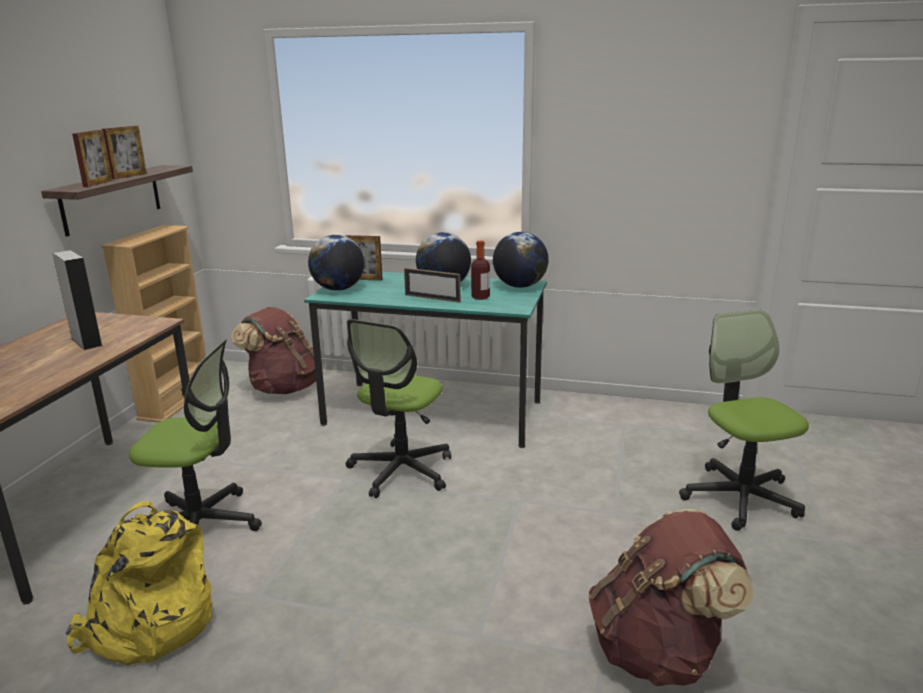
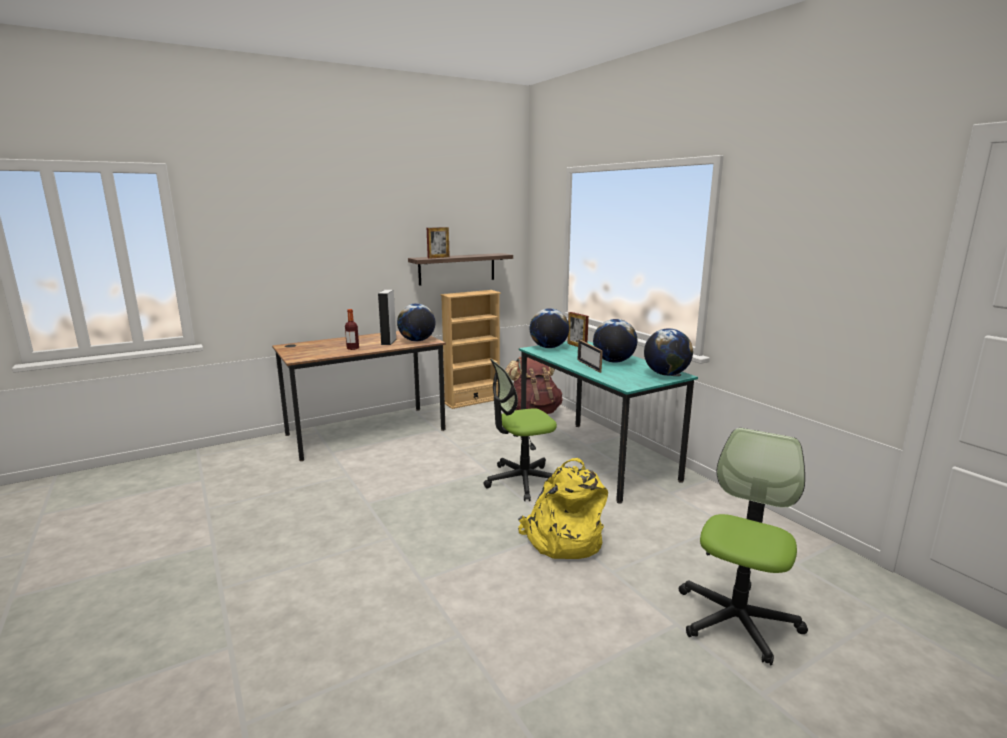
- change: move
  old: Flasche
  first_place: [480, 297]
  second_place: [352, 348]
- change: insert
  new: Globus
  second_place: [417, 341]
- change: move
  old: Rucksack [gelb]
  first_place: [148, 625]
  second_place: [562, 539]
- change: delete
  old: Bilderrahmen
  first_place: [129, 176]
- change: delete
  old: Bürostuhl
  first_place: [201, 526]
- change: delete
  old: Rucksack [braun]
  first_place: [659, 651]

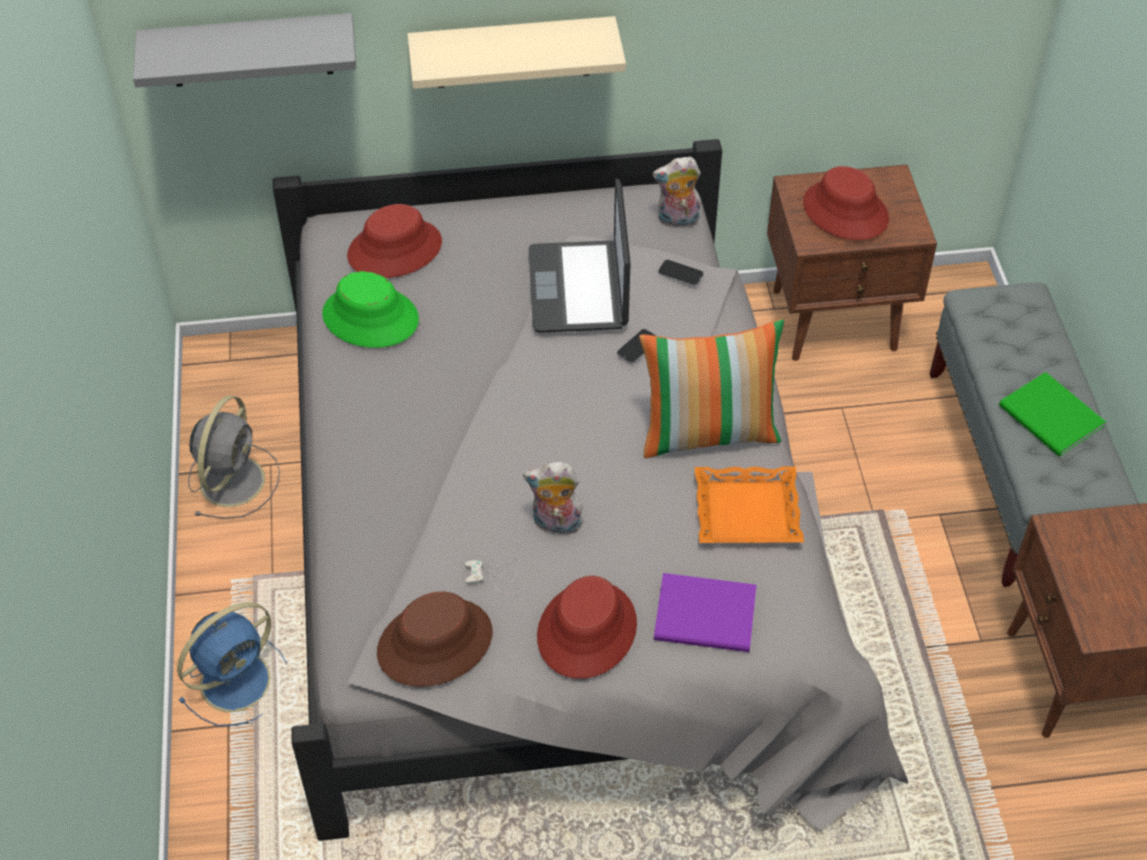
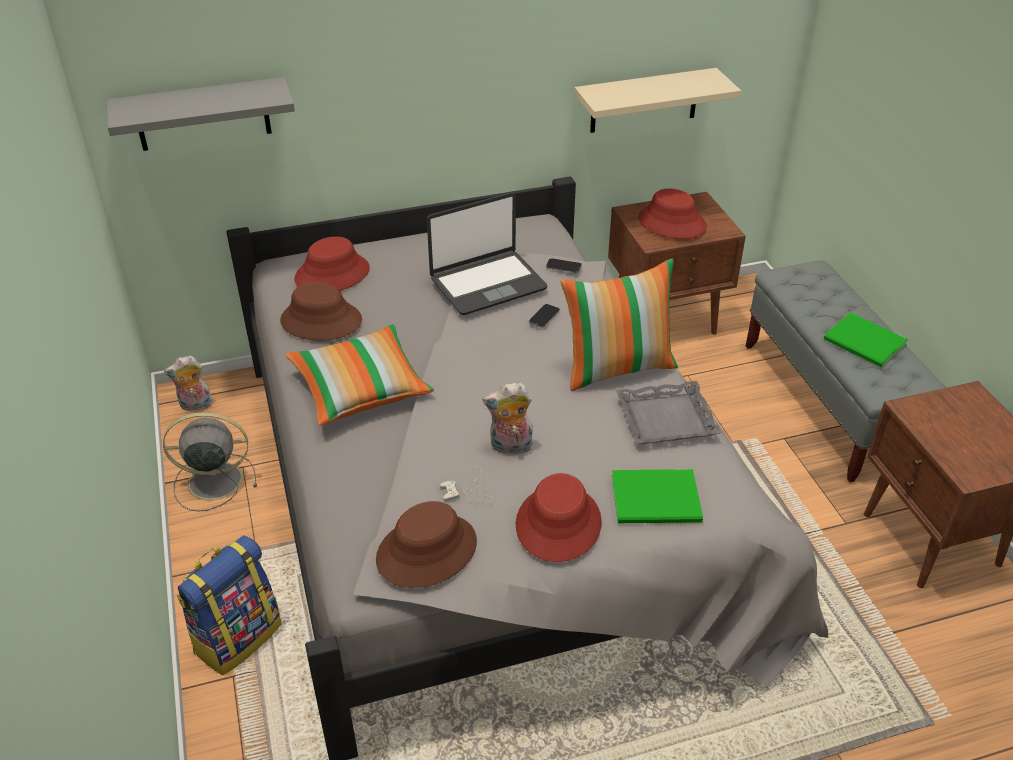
- change: rotate
  old: Ventilator [grau]
  first_place: [233, 479]
  second_place: [212, 481]
  degrees: -105
- change: move
  old: Plüschtier
  first_place: [677, 221]
  second_place: [195, 406]
- change: replace
  old: Ventilator [blau]
  new: Rucksack
  first_place: [238, 679]
  second_place: [237, 637]
- change: recolor
  old: Hut [grün]
  new: Hut [braun]
  first_place: [370, 318]
  second_place: [321, 321]
- change: insert
  new: Kissen
  second_place: [360, 388]
- change: rotate
  old: Laptop
  first_place: [579, 288]
  second_place: [487, 283]
  degrees: -105
- change: move
  old: Wandregal [beige]
  first_place: [512, 52]
  second_place: [644, 101]
- change: recolor
  old: Buch [lila]
  new: Buch [grün]
  first_place: [708, 618]
  second_place: [658, 501]
- change: recolor
  old: Tablett [orange]
  new: Tablett [grau]
  first_place: [747, 511]
  second_place: [666, 419]

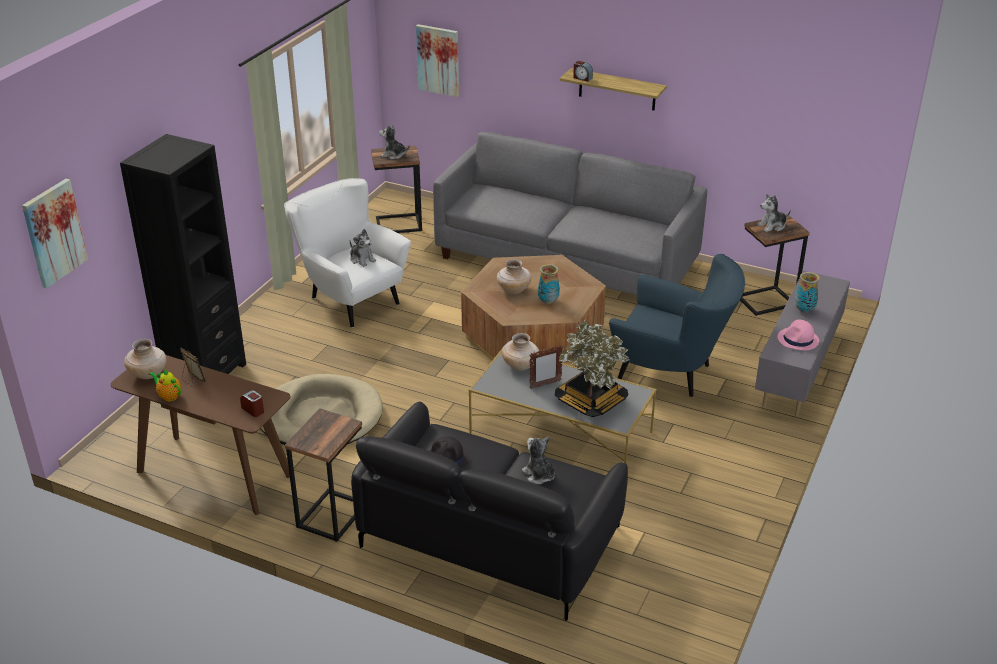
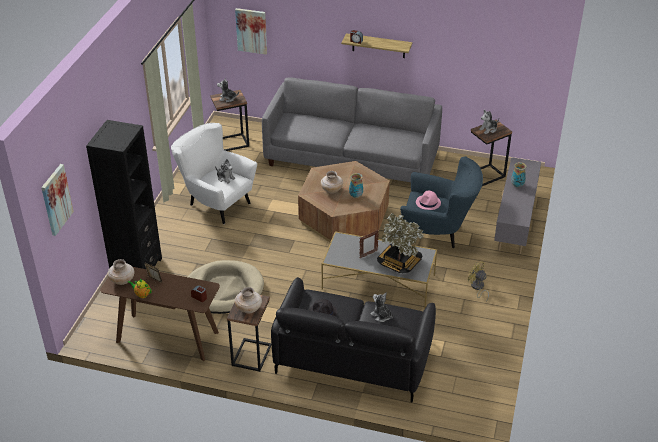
- change: move
  old: Vase [beige]
  first_place: [520, 366]
  second_place: [249, 309]
- change: move
  old: Hut [rosa]
  first_place: [798, 340]
  second_place: [428, 203]
- change: insert
  new: Ventilator [gelb]
  second_place: [477, 288]

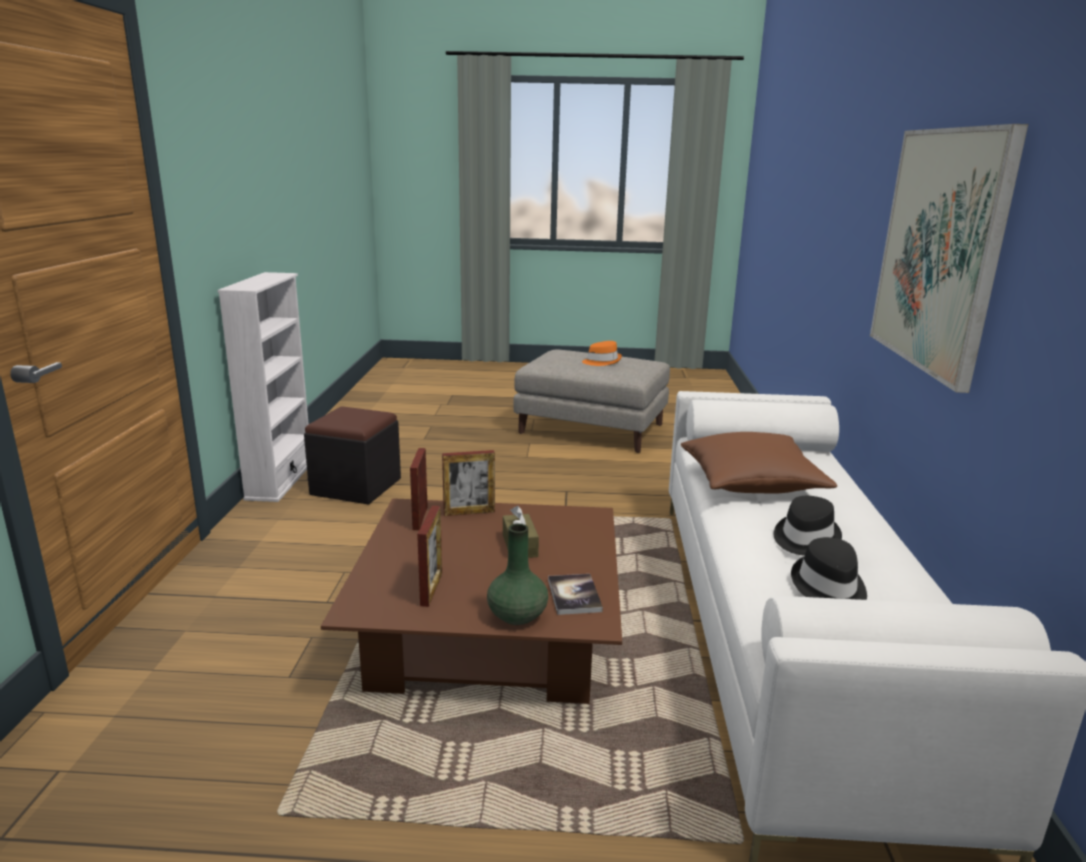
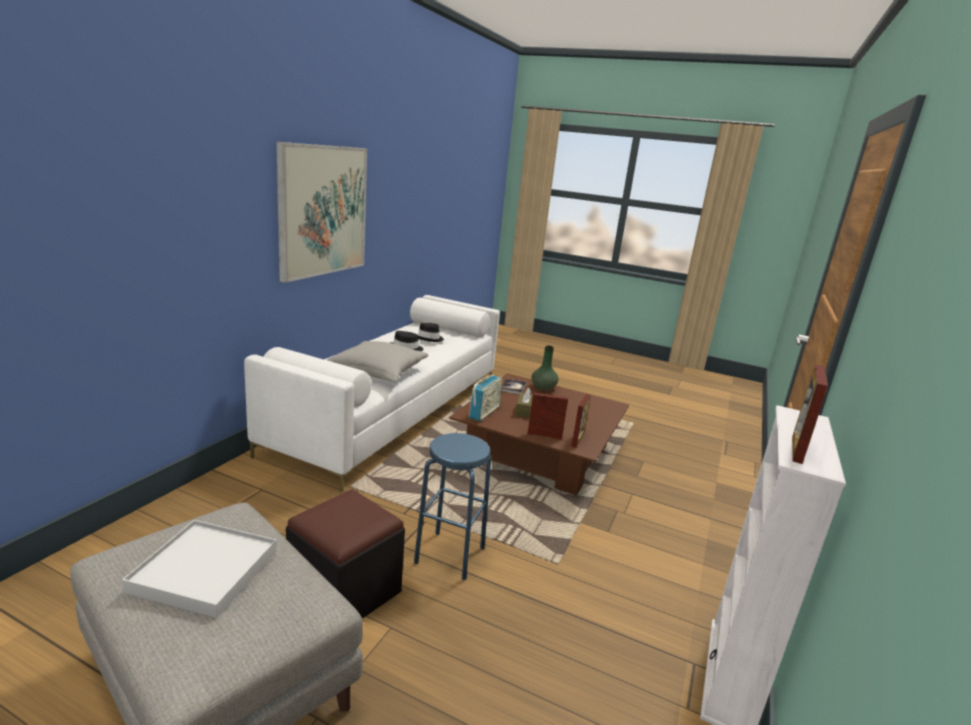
- change: replace
  old: Hut [orange]
  new: Tablett [weiß]
  first_place: [601, 361]
  second_place: [205, 571]
- change: move
  old: Polsterhocker [schwarz]
  first_place: [356, 487]
  second_place: [345, 592]
- change: recolor
  old: Kissen [braun]
  new: Kissen [grau]
  first_place: [751, 483]
  second_place: [378, 372]
- change: insert
  new: Hocker [blau]
  second_place: [450, 555]
- change: insert
  new: Radio
  second_place: [484, 412]
- change: move
  old: Bilderrahmen
  first_place: [431, 589]
  second_place: [797, 449]

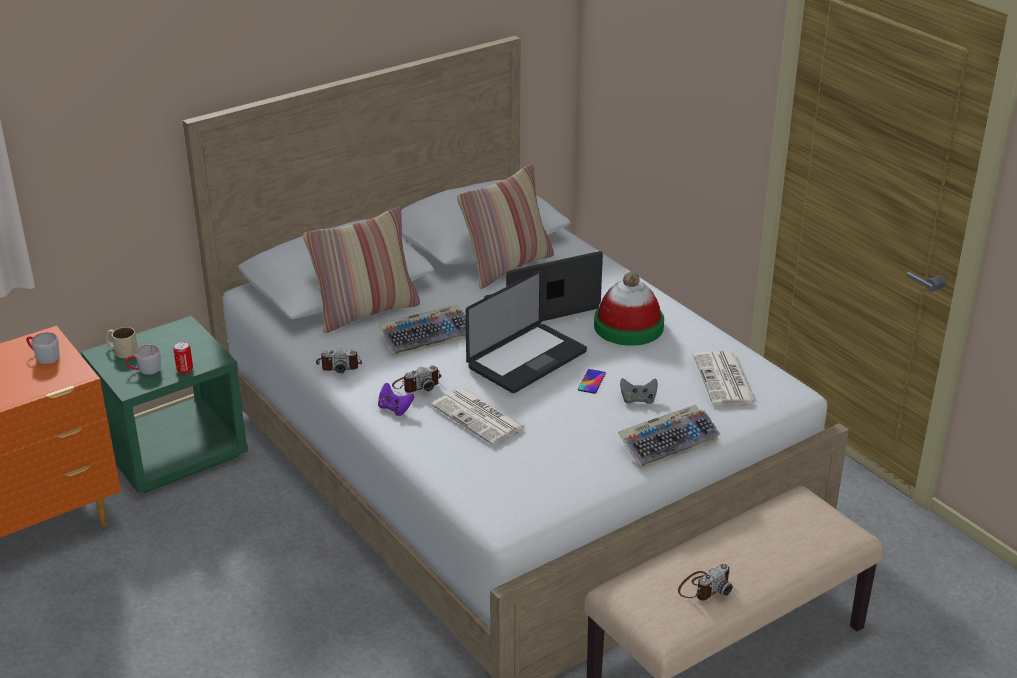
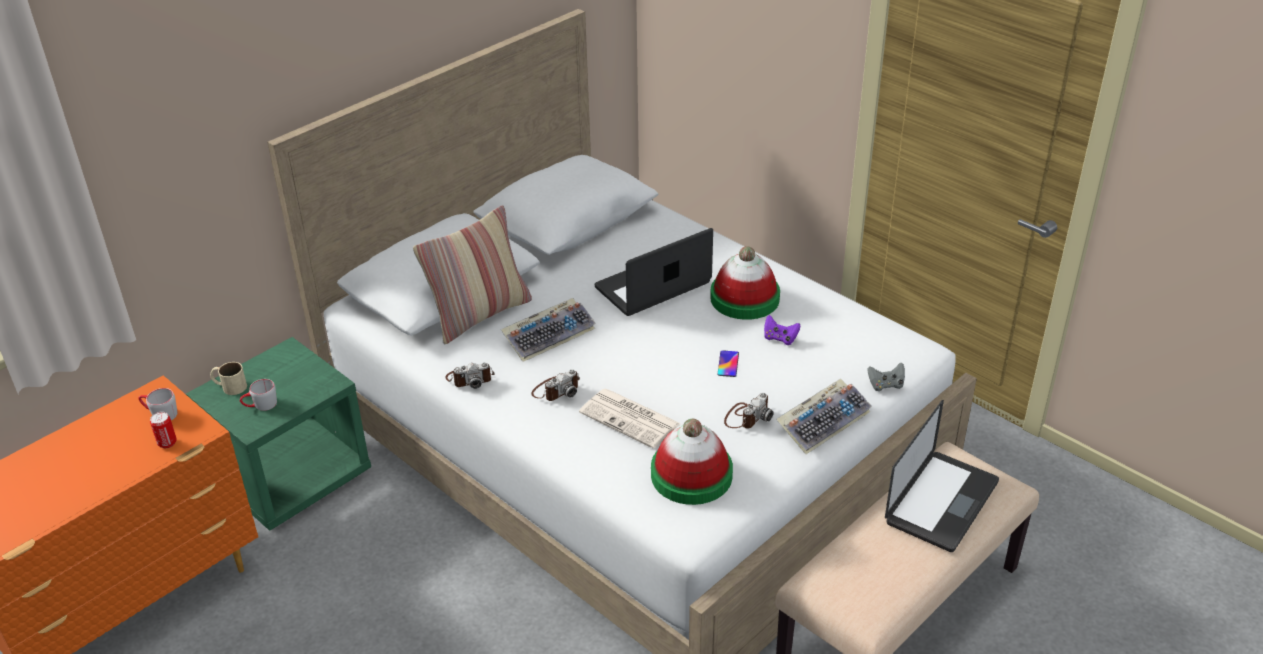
- change: move
  old: Dose
  first_place: [185, 370]
  second_place: [167, 443]
- change: insert
  new: Hut
  second_place: [691, 475]
- change: move
  old: Kamera
  first_place: [704, 587]
  second_place: [747, 416]
- change: move
  old: Gamepad [lila]
  first_place: [394, 409]
  second_place: [780, 338]
- change: move
  old: Gamepad [grau]
  first_place: [638, 399]
  second_place: [886, 385]
- change: move
  old: Laptop
  first_place: [527, 360]
  second_place: [941, 502]
- change: delete
  old: Kissen
  first_place: [507, 267]
- change: delete
  old: Zeitung
  first_place: [726, 381]

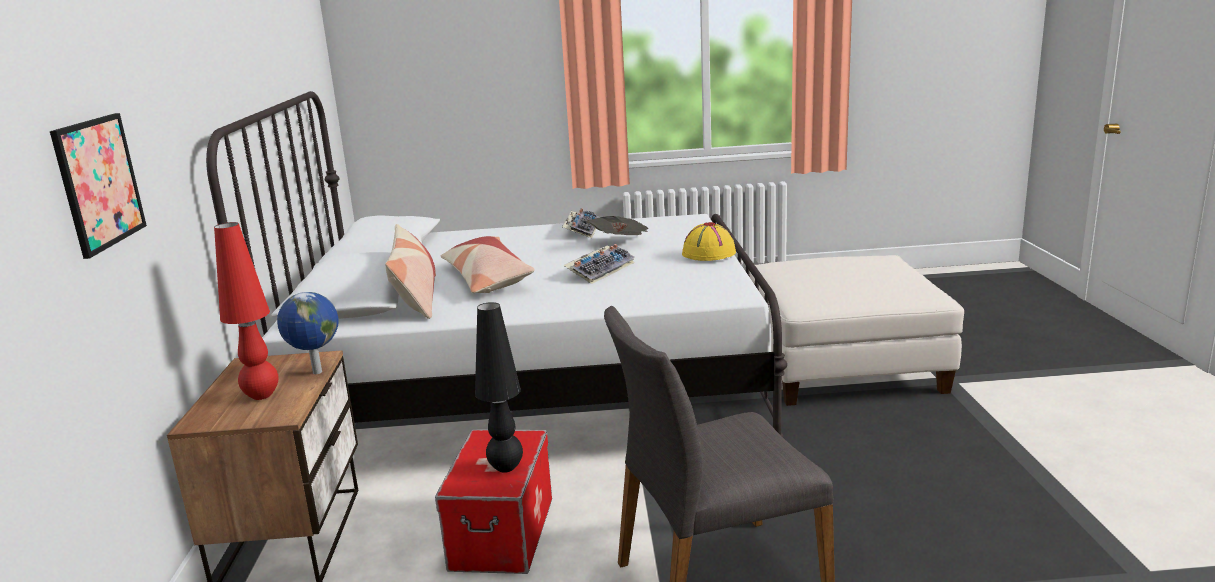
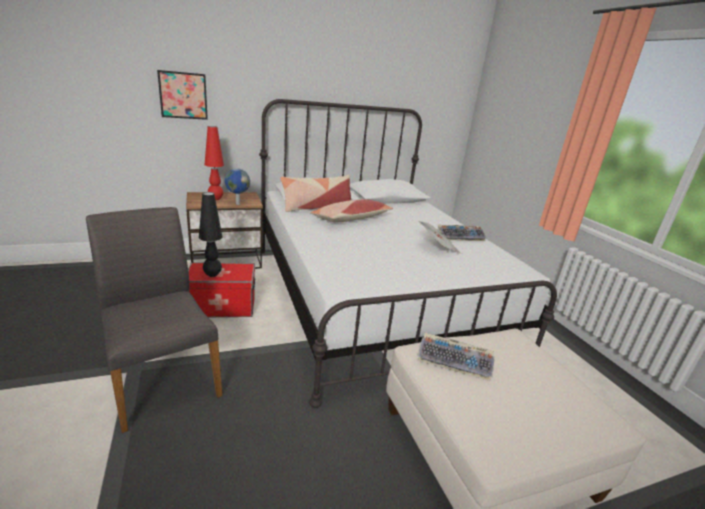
- change: move
  old: Tastatur
  first_place: [600, 270]
  second_place: [455, 361]
- change: delete
  old: Hut [gelb]
  first_place: [708, 254]

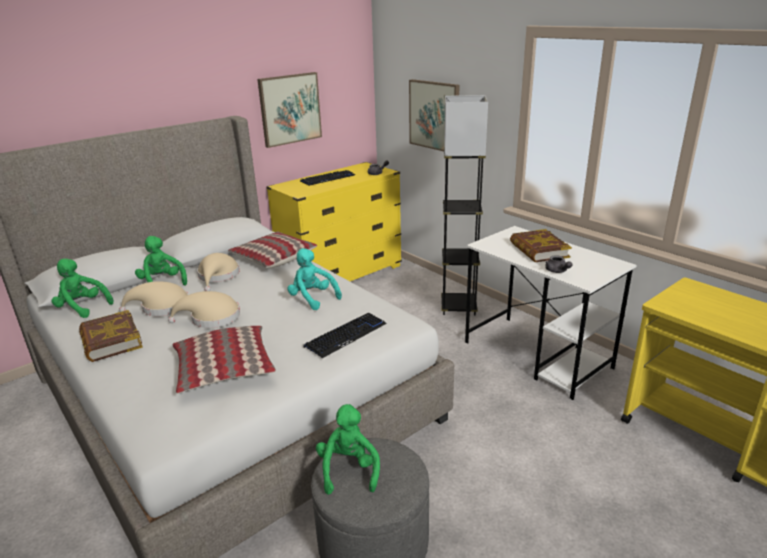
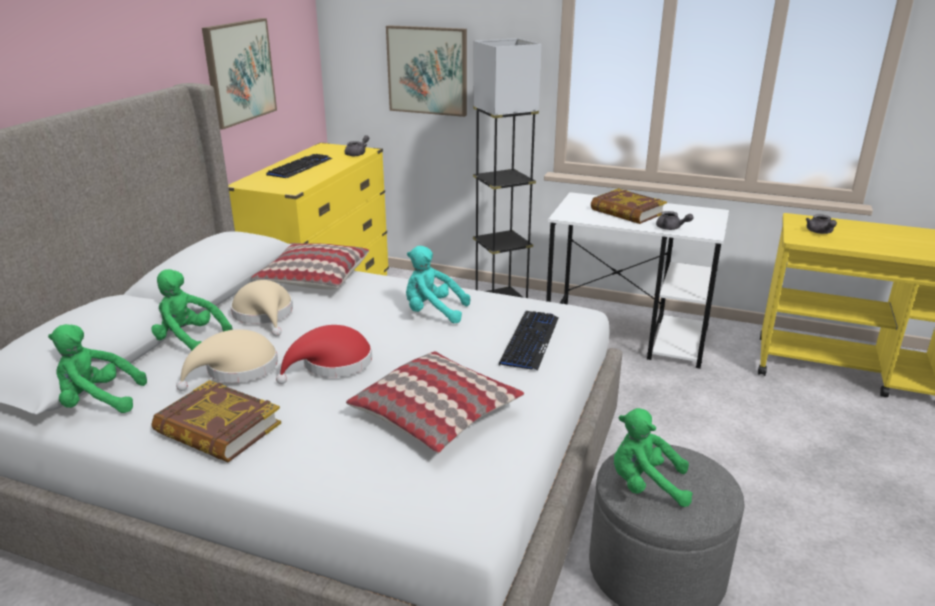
- change: recolor
  old: Hut [beige]
  new: Hut [rot]
  first_place: [211, 318]
  second_place: [332, 364]
- change: rotate
  old: Plüschtier [grün]
  first_place: [348, 470]
  second_place: [645, 485]
  degrees: -45
- change: insert
  new: Teekanne [grau]
  second_place: [820, 232]

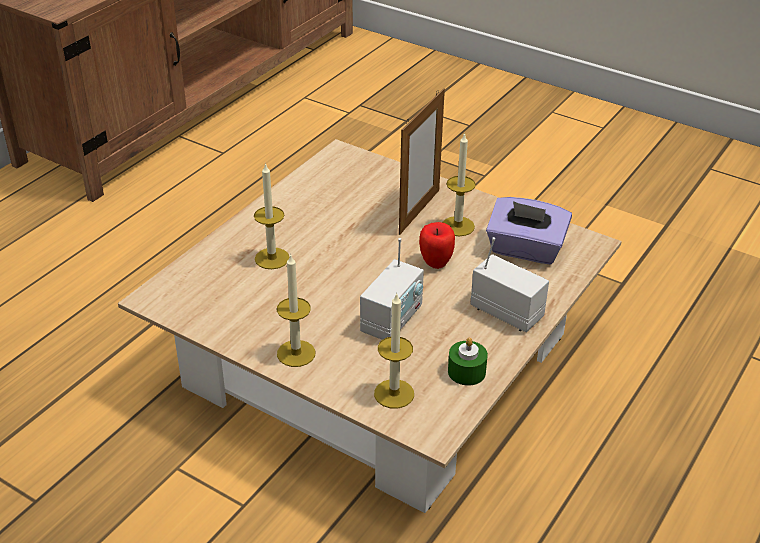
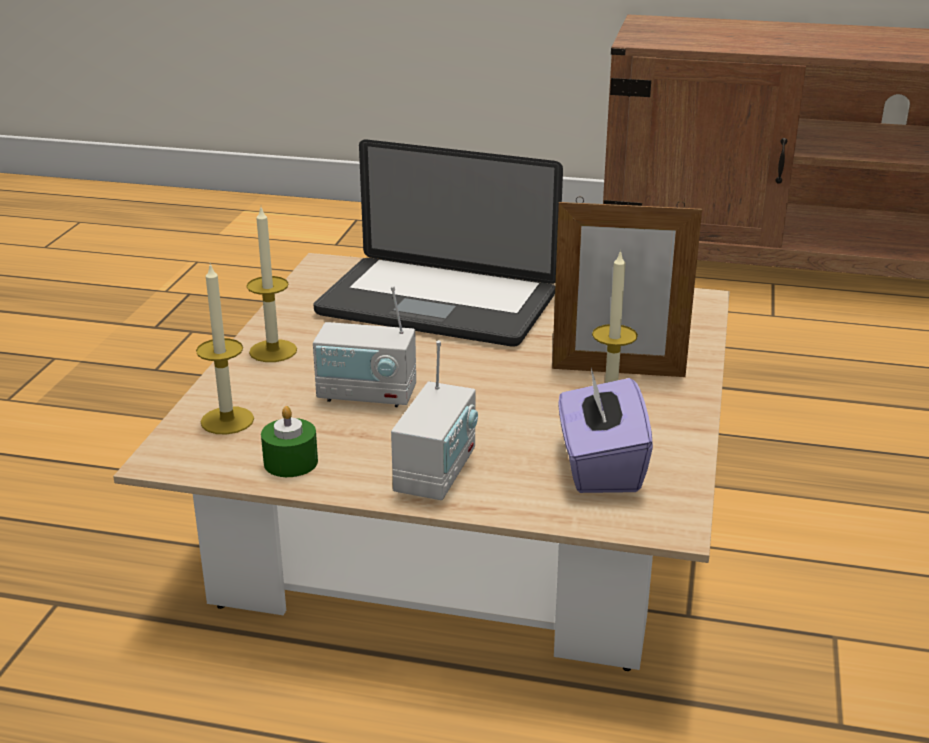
- change: replace
  old: Kerze
  new: Laptop
  first_place: [272, 258]
  second_place: [437, 304]
- change: delete
  old: Apfel
  first_place: [435, 263]

